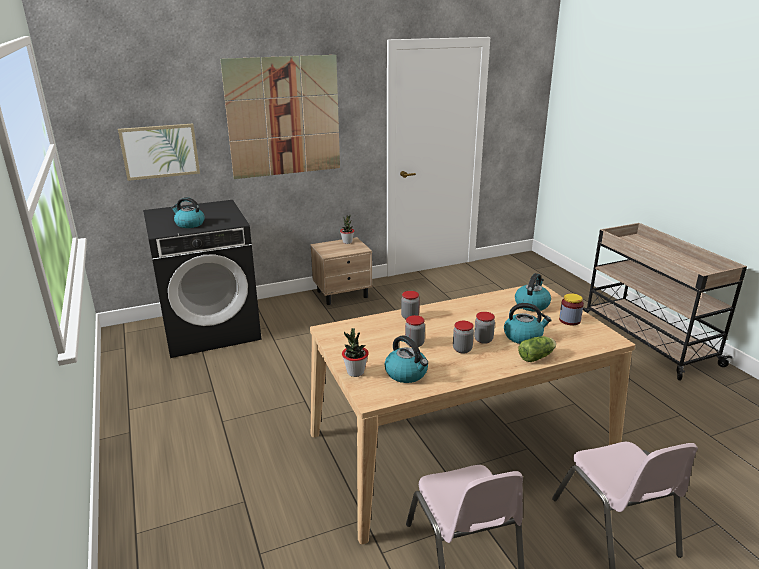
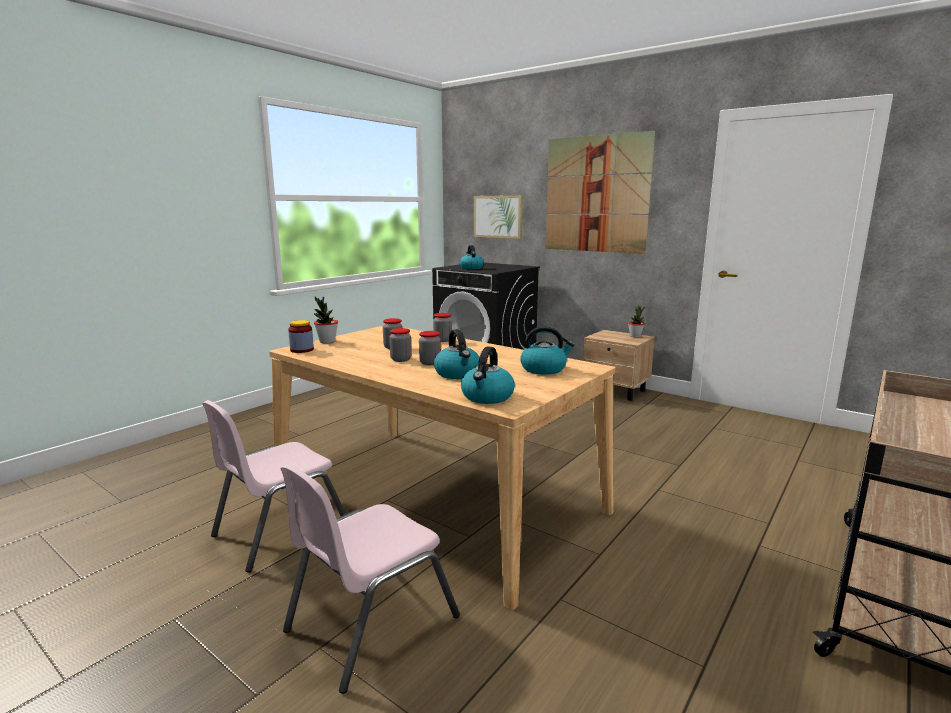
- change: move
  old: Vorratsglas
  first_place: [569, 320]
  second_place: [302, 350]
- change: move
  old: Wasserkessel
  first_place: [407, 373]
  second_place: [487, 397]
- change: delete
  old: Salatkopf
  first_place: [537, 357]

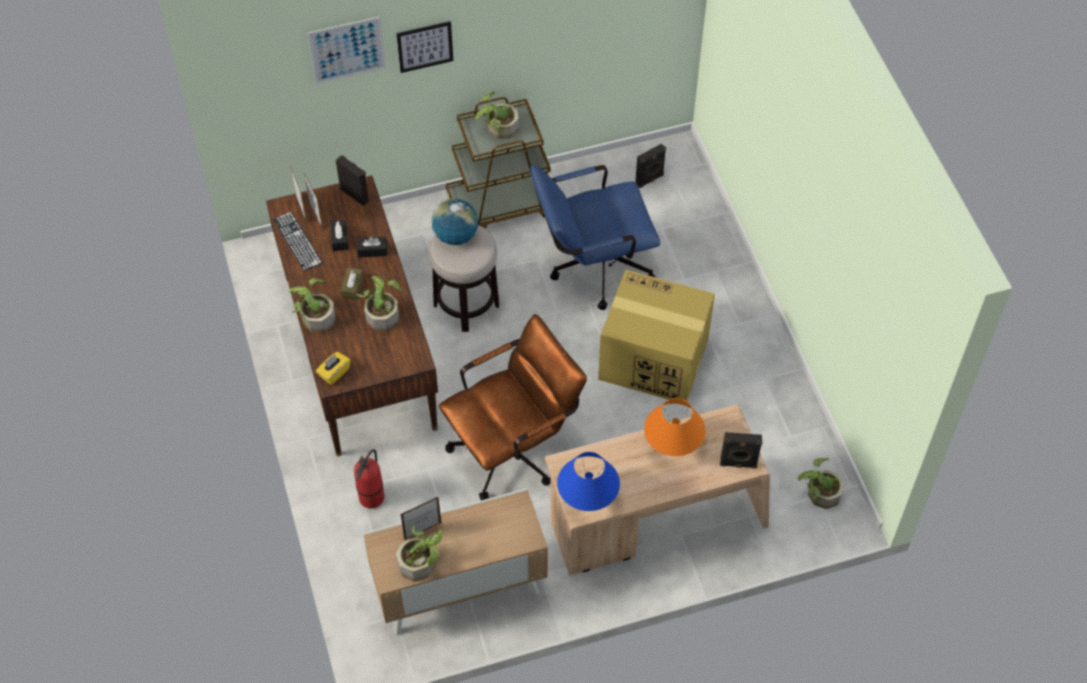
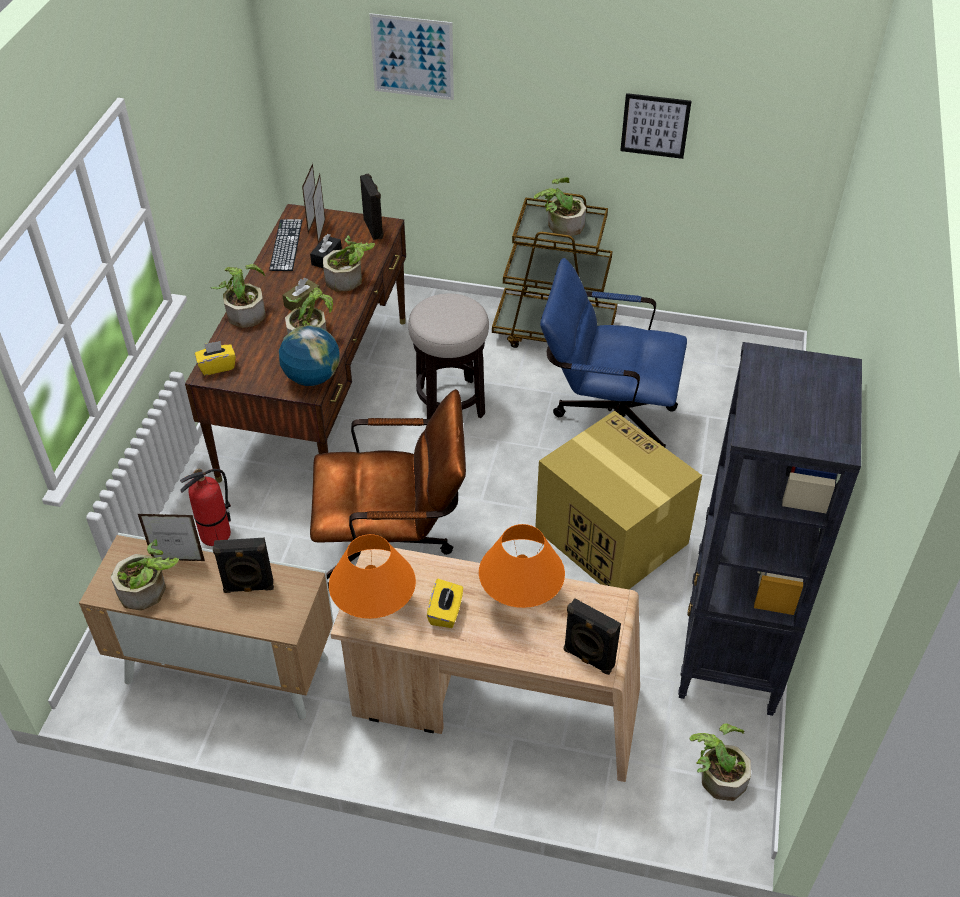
- change: move
  old: Lautsprecher [schwarz]
  first_place: [650, 180]
  second_place: [248, 588]
- change: move
  old: Globus
  first_place: [455, 236]
  second_place: [312, 377]
- change: replace
  old: Taschentuchbox [schwarz]
  new: Topfpflanze
  first_place: [372, 250]
  second_place: [349, 279]
- change: recolor
  old: Tischlampe [blau]
  new: Tischlampe [orange]
  first_place: [587, 499]
  second_place: [375, 610]
- change: insert
  new: Taschentuchbox [gelb]
  second_place: [445, 612]
- change: move
  old: Bild
  first_place: [425, 46]
  second_place: [655, 125]
- change: insert
  new: Bücherregal [schwarz]
  second_place: [729, 658]

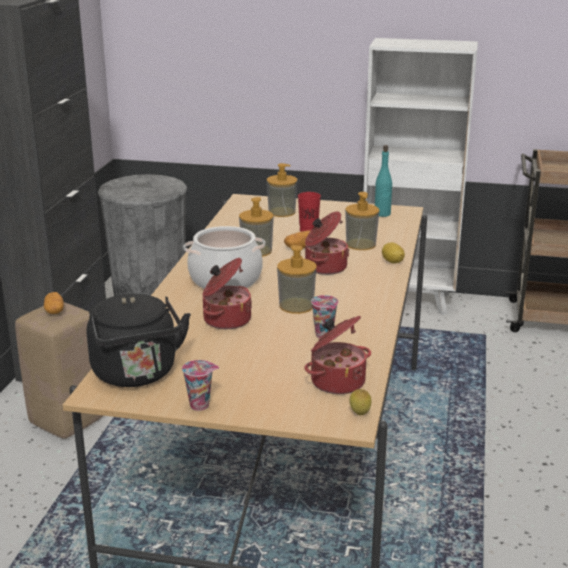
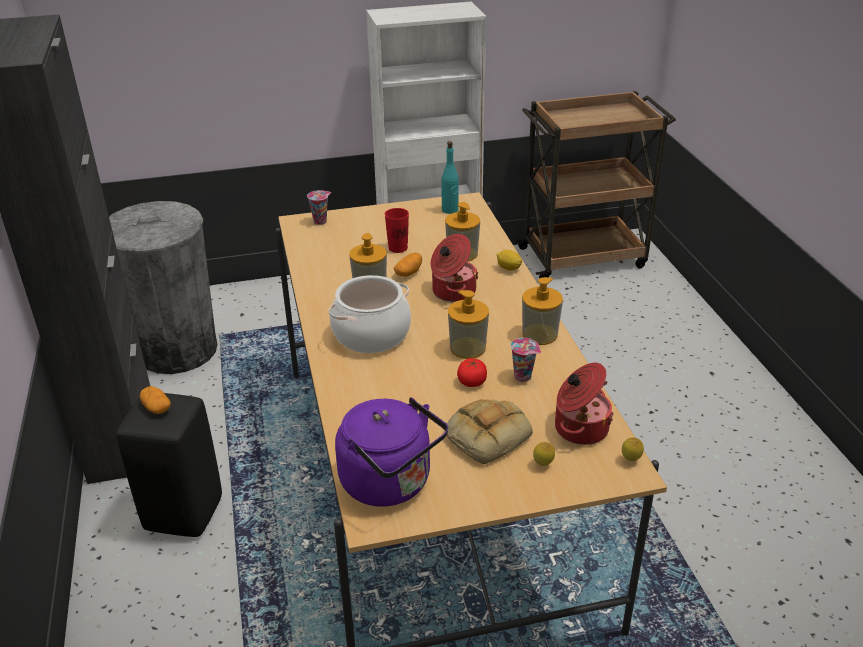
- change: recolor
  old: Hocker [beige]
  new: Hocker [schwarz]
  first_place: [67, 420]
  second_place: [183, 513]
- change: move
  old: Tasse
  first_place: [201, 405]
  second_place: [321, 221]
- change: recolor
  old: Wasserkessel [schwarz]
  new: Wasserkessel [lila]
  first_place: [137, 375]
  second_place: [391, 484]
- change: insert
  new: Brot
  second_place: [487, 434]
- change: insert
  new: Tomate
  second_place: [472, 381]
- change: move
  old: Seifenspender
  first_place: [282, 212]
  second_place: [539, 334]
- change: insert
  new: Zitrone
  second_place: [543, 465]
- change: delete
  old: Kochtopf
  first_place: [226, 319]

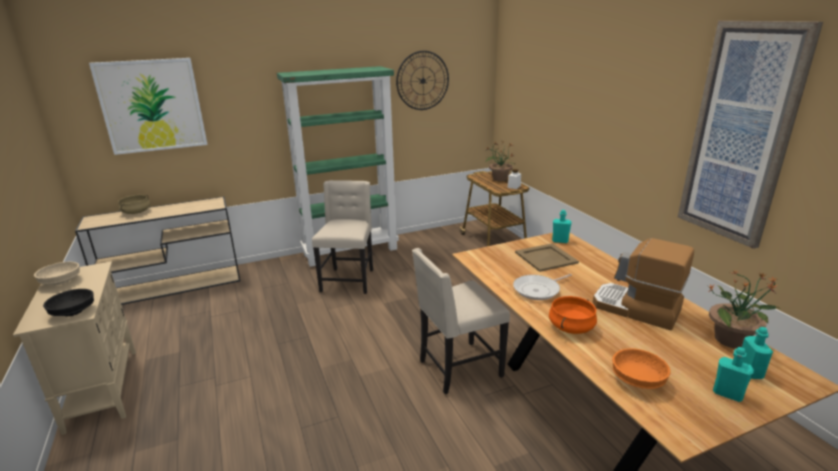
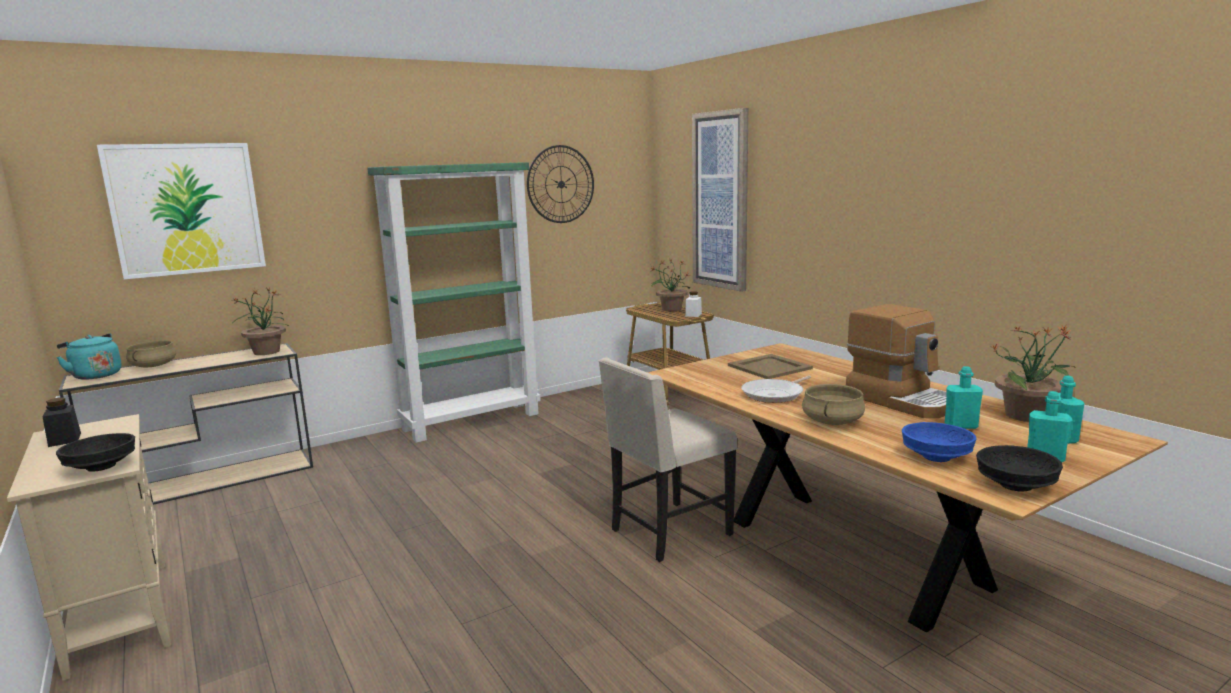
- change: replace
  old: Schüssel [beige]
  new: Vorratsglas [schwarz]
  first_place: [61, 282]
  second_place: [65, 439]
- change: insert
  new: Wasserkessel [türkis]
  second_place: [95, 375]
- change: insert
  new: Topfpflanze
  second_place: [266, 352]
- change: move
  old: Bild
  first_place: [741, 134]
  second_place: [720, 201]
- change: recolor
  old: Kochtopf [orange]
  new: Kochtopf [beige]
  first_place: [571, 327]
  second_place: [833, 421]
- change: rotate
  old: Kaffeemaschine
  first_place: [636, 309]
  second_place: [903, 400]
  degrees: -150
- change: recolor
  old: Schüssel [orange]
  new: Schüssel [blau]
  first_place: [638, 381]
  second_place: [937, 457]
- change: move
  old: Flasche [türkis]
  first_place: [560, 241]
  second_place: [961, 426]
- change: insert
  new: Schüssel [schwarz]
  second_place: [1016, 485]
- change: delete
  old: Stuhl [beige]
  first_place: [348, 280]

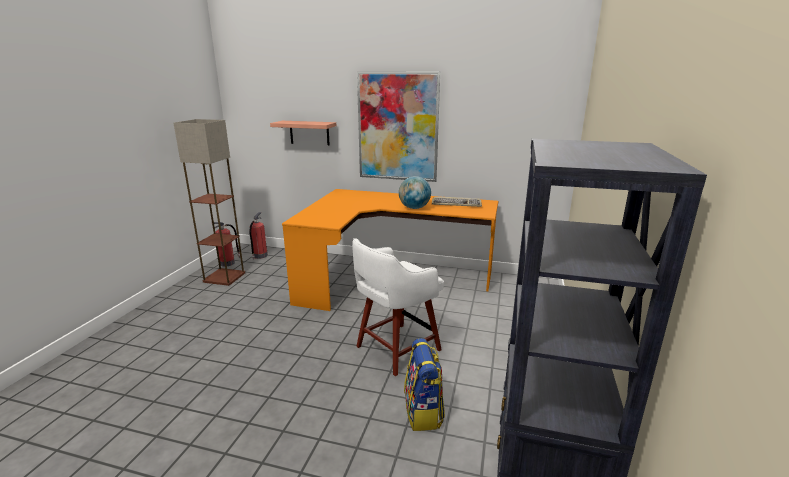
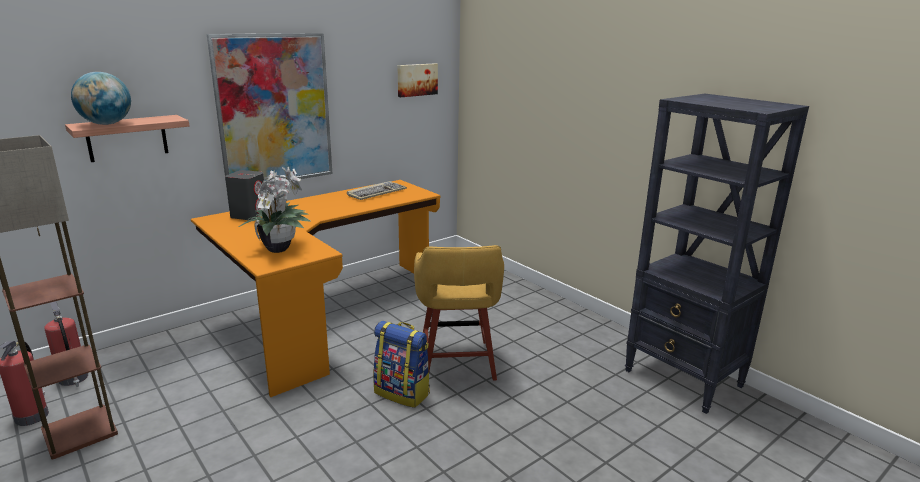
- change: move
  old: Globus
  first_place: [414, 208]
  second_place: [106, 124]
- change: insert
  new: Lautsprecher [grau]
  second_place: [249, 215]
- change: insert
  new: Topfpflanze
  second_place: [280, 248]
- change: move
  old: Rucksack
  first_place: [423, 412]
  second_place: [403, 393]
- change: insert
  new: Bild
  second_place: [416, 79]
- change: recolor
  old: Hocker [weiß]
  new: Hocker [gelb]
  first_place: [395, 349]
  second_place: [456, 363]

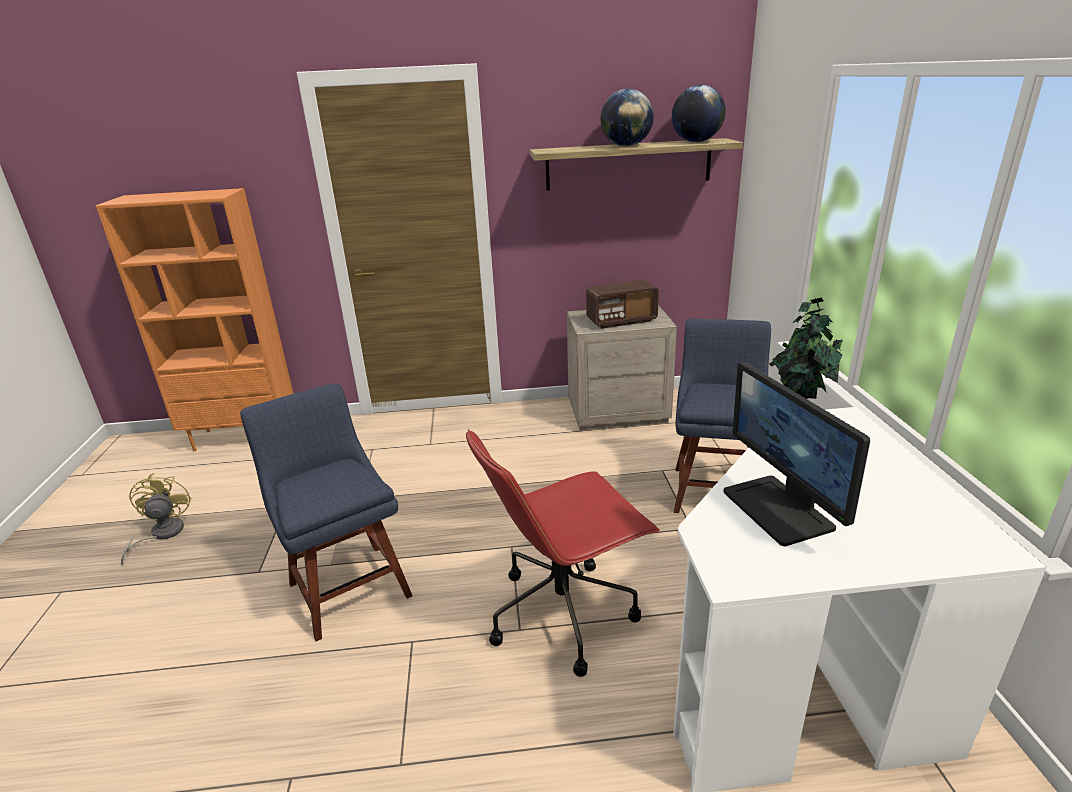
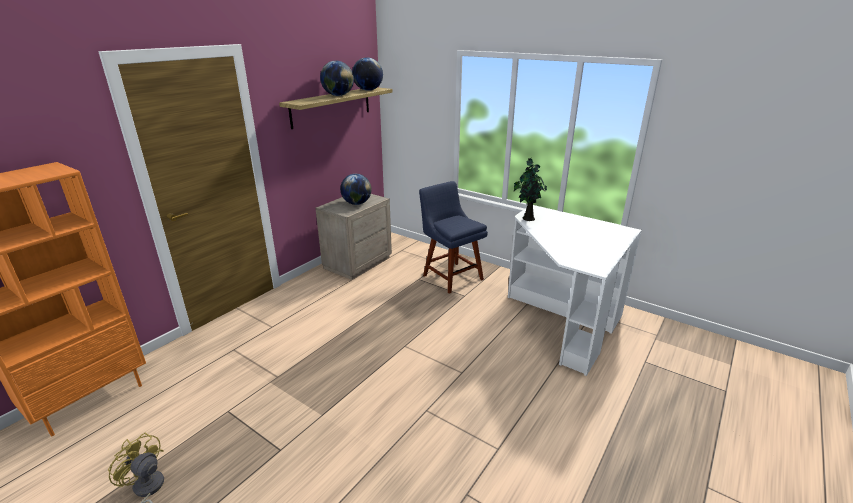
- change: replace
  old: Radio
  new: Globus
  first_place: [621, 320]
  second_place: [357, 203]
- change: delete
  old: Stuhl [blau]
  first_place: [347, 585]
- change: delete
  old: Bürostuhl [rot]
  first_place: [564, 612]
- change: delete
  old: Monitor
  first_place: [779, 509]

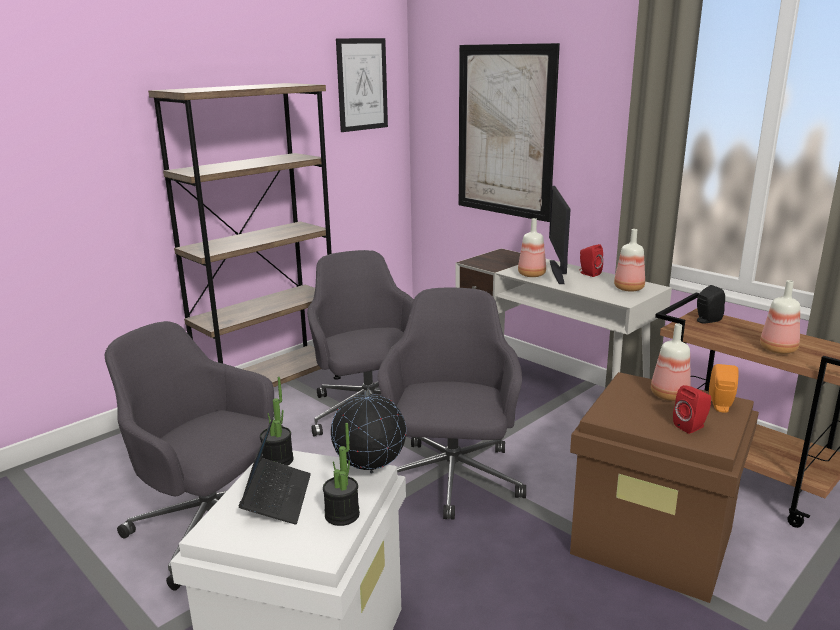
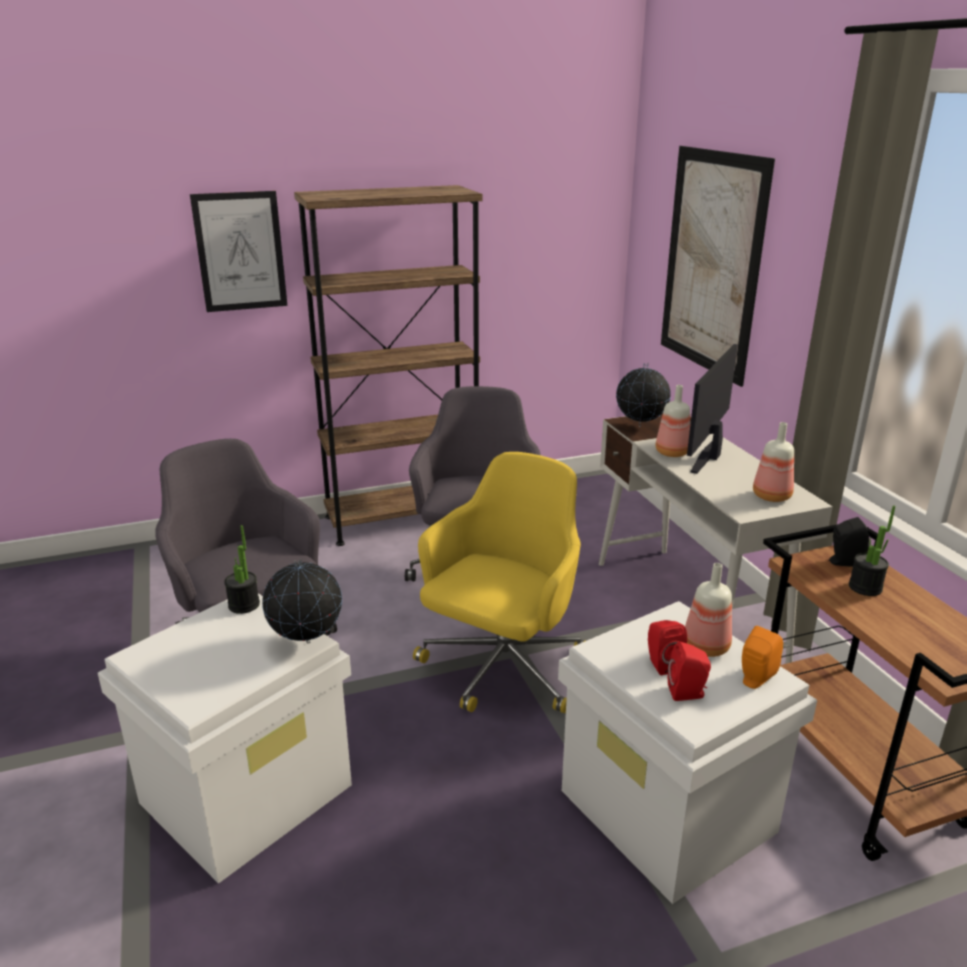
- change: move
  old: Bild
  first_place: [362, 84]
  second_place: [240, 252]
- change: recolor
  old: Bürostuhl [grau]
  new: Bürostuhl [gelb]
  first_place: [451, 481]
  second_place: [502, 669]
- change: recolor
  old: Aufbewahrungsbox [braun]
  new: Aufbewahrungsbox [weiß]
  first_place: [654, 541]
  second_place: [669, 812]
- change: insert
  new: Globus
  second_place: [640, 427]
- change: move
  old: Lautsprecher [rot]
  first_place: [588, 274]
  second_place: [661, 664]
- change: move
  old: Topfpflanze
  first_place: [342, 515]
  second_place: [865, 587]
- change: delete
  old: Laptop
  first_place: [277, 498]
- change: delete
  old: Flasche
  first_place: [778, 349]

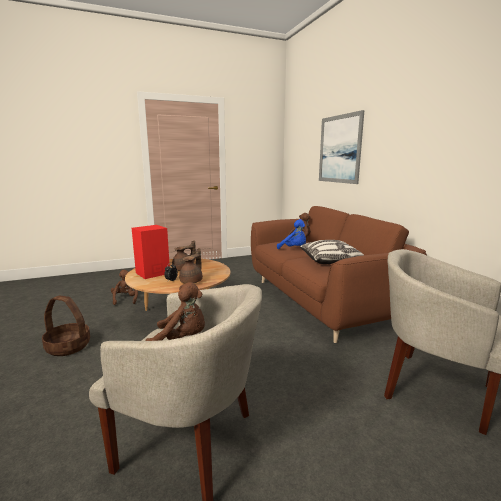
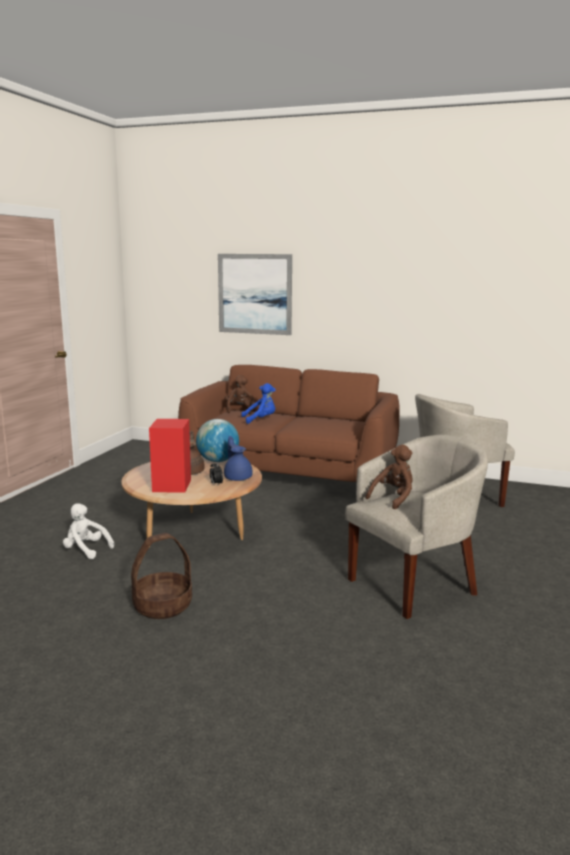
- change: recolor
  old: Plüschtier [braun]
  new: Plüschtier [weiß]
  first_place: [125, 299]
  second_place: [86, 550]
- change: insert
  new: Globus
  second_place: [217, 461]
- change: recolor
  old: Teekanne [braun]
  new: Teekanne [blau]
  first_place: [192, 281]
  second_place: [238, 477]
- change: delete
  old: Kissen
  first_place: [331, 261]

